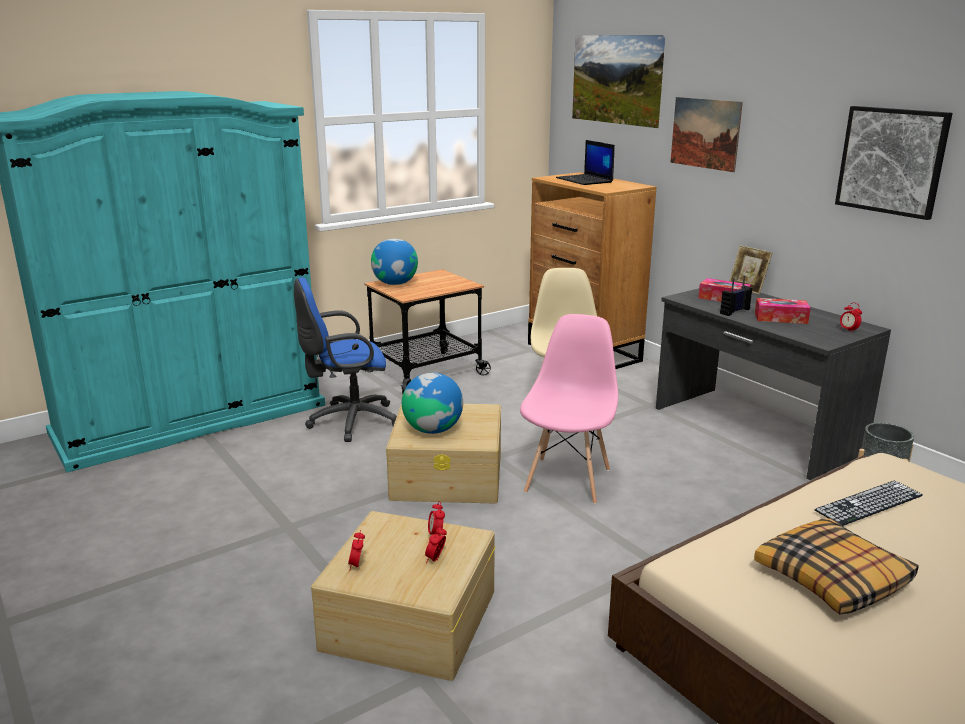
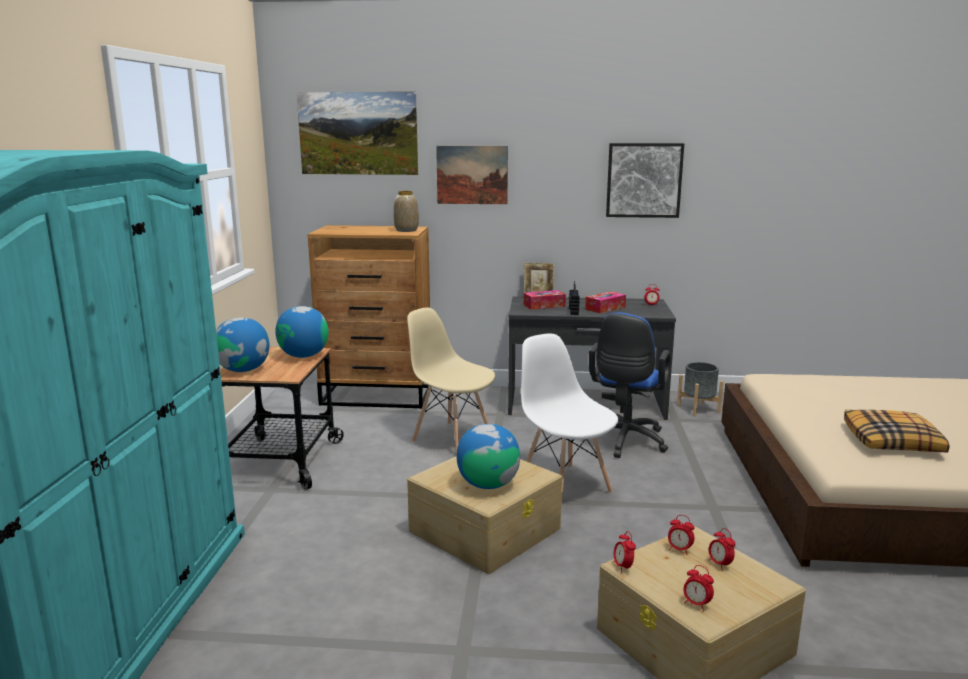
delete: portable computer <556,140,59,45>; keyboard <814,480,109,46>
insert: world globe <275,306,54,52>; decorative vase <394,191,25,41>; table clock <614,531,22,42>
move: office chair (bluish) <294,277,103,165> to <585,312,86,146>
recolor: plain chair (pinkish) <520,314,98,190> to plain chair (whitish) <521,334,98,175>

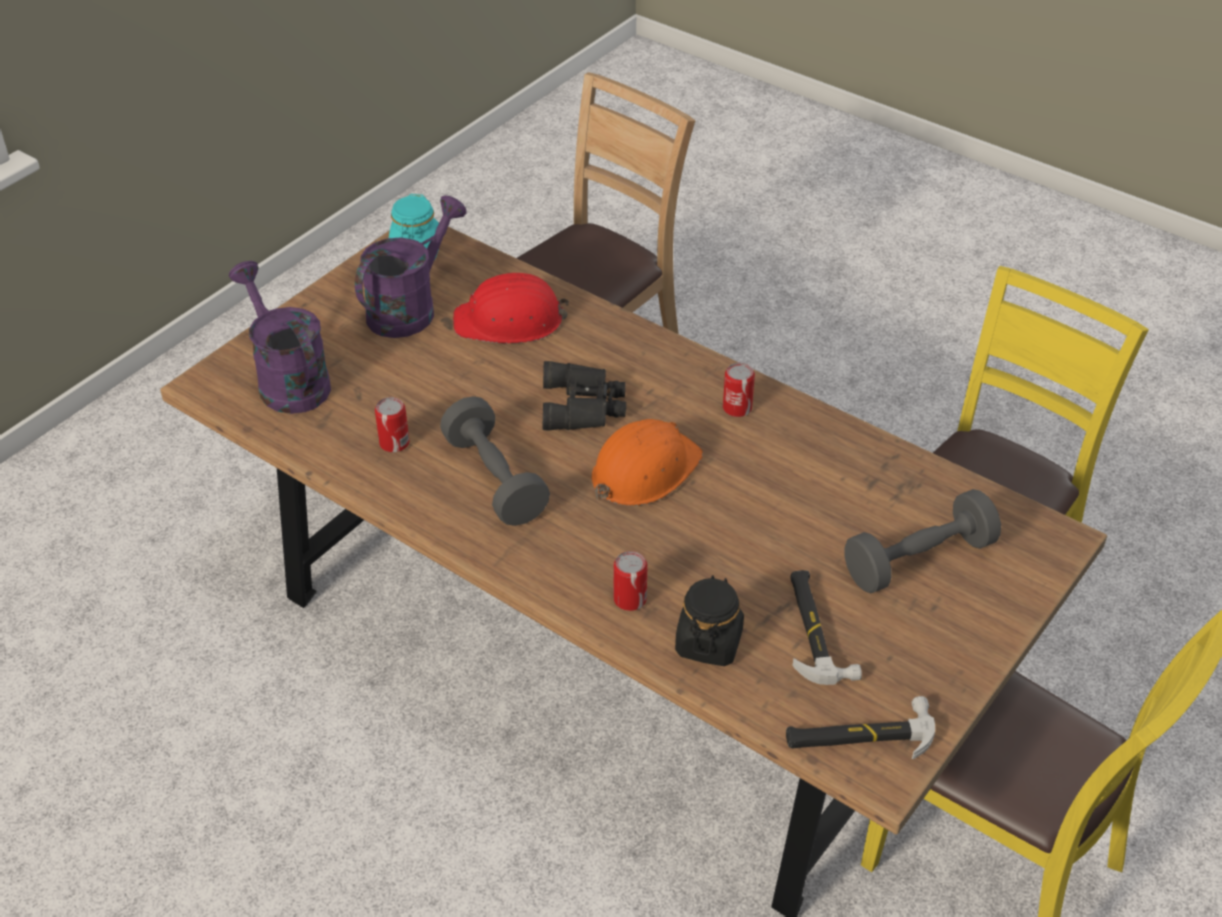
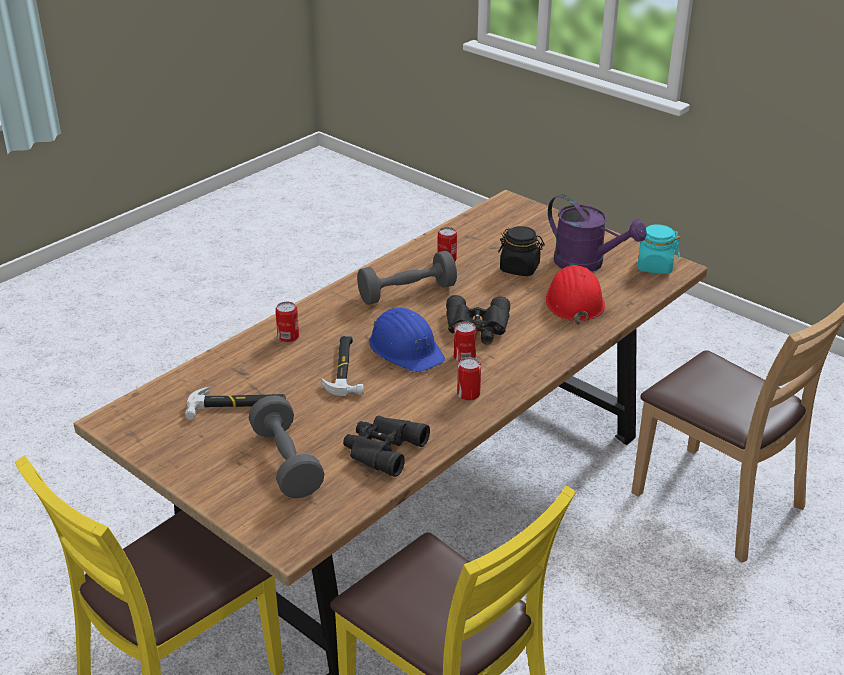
delete: sprinkling can (purple) <229,261,102,153>
insert: binoculars (black-coloured) <343,415,87,62>; sealed can <454,321,23,41>
move: hammer <786,696,149,63> to <322,336,42,60>; preserve jar (black-coloured) <675,575,69,91> to <498,226,47,50>
recolor: work helmet (orange-coloured) <591,419,112,87> to work helmet (bluish) <369,308,76,64>

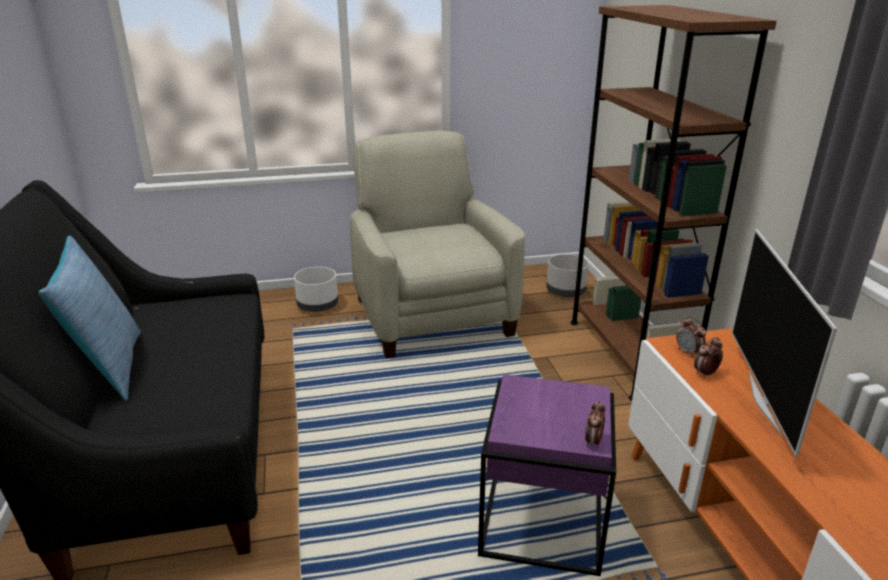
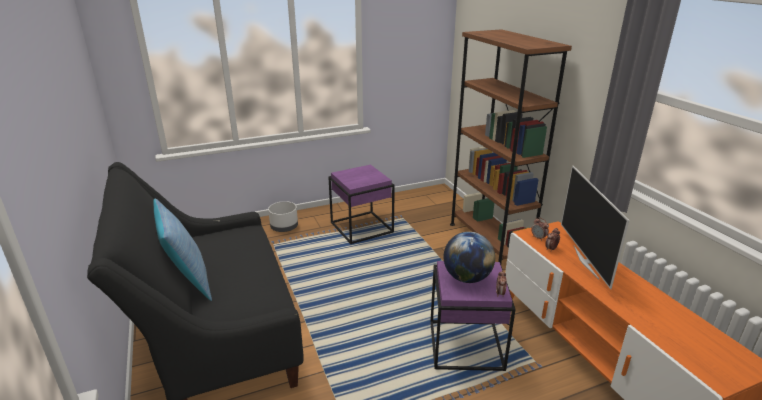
delete: plant pot (gray) <546,254,43,43>
insert: world globe <443,232,52,51>
replace: easy chair (beige) <350,131,175,227> to end table (purple) <328,165,67,79>

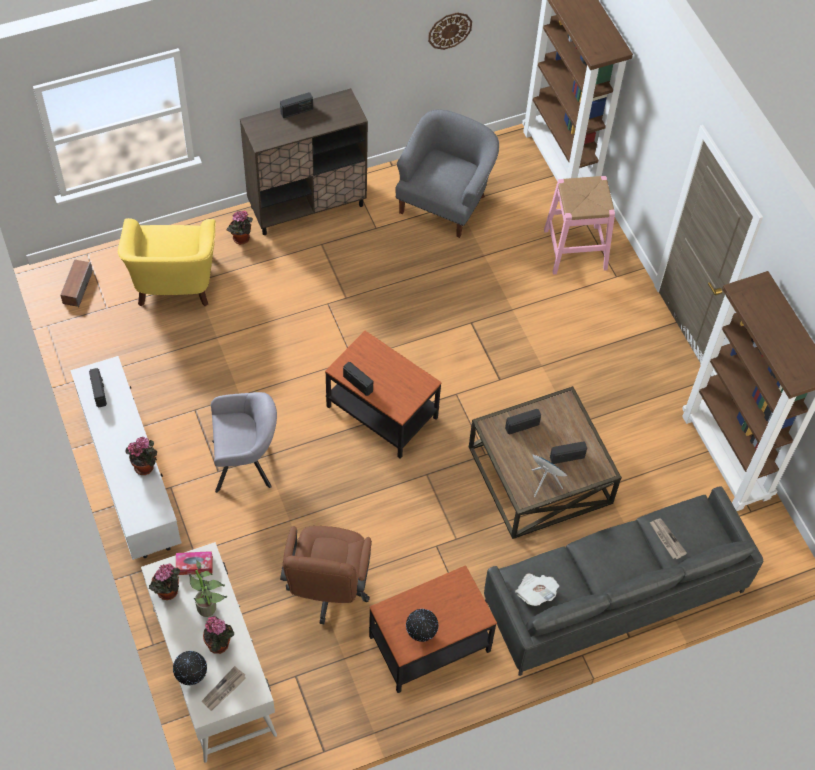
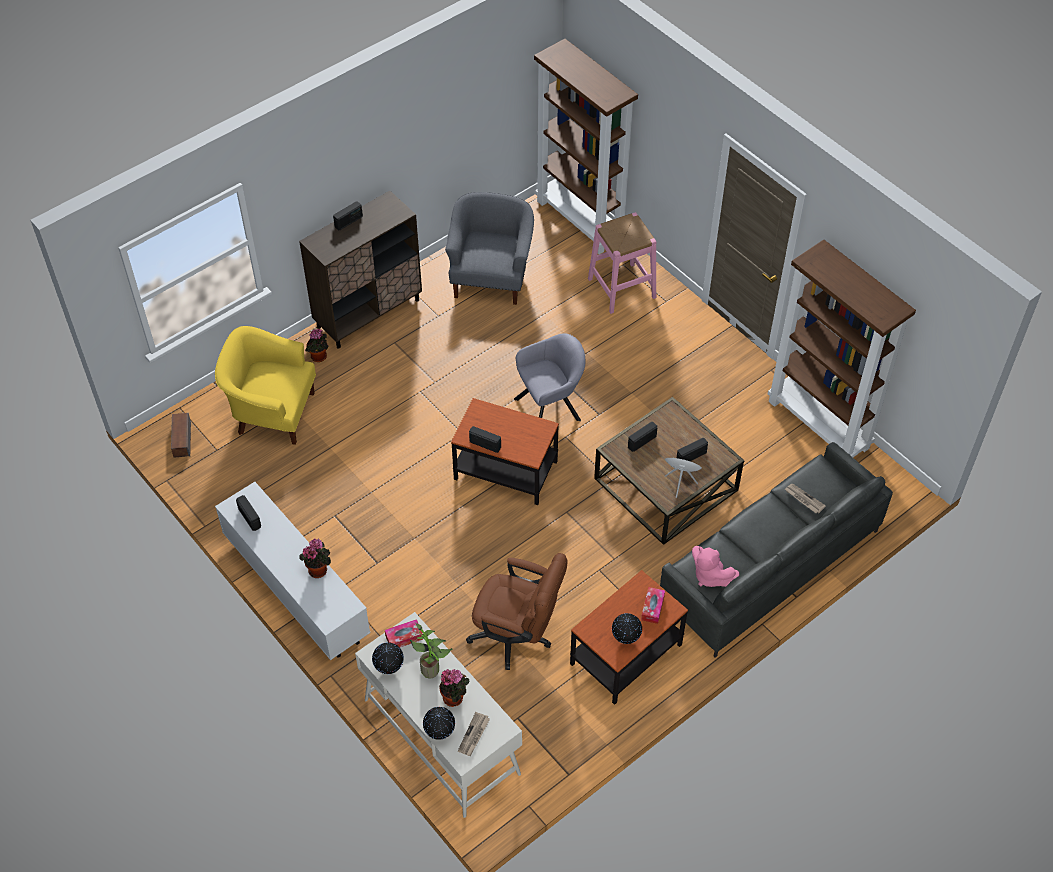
delete: hanging clock <428,12,44,38>
insert: box of tissues <641,587,24,37>
move: easy chair (gray) <211,392,66,101> to <514,333,71,88>
replace: houseplant <149,563,31,37> to world globe <372,642,32,32>; daily paper <515,573,44,33> to soft toy (pinkish) <692,546,48,41>
rotate: easy chair (yellow-coloured) <118,218,98,89> = <215,326,101,119> 120 degrees clockwise; office chair (brown) <280,526,92,98> = <466,553,102,117> 60 degrees counterclockwise

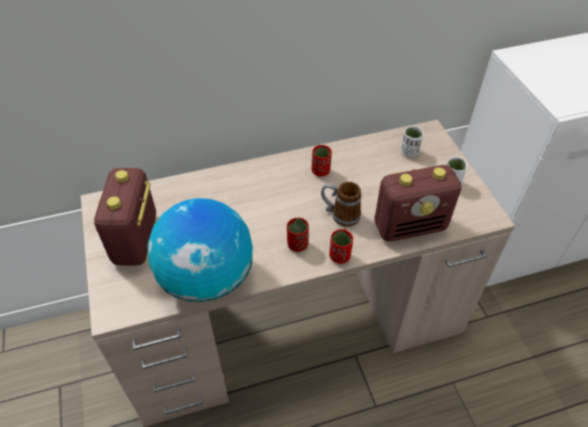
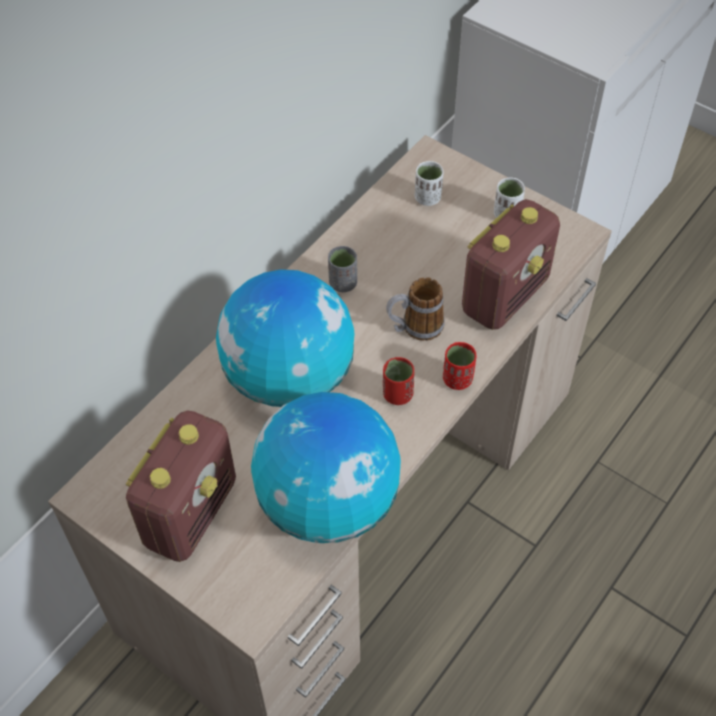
insert: world globe <216,269,139,138>
recolor: drinking cup (red-coloured) <312,145,20,31> to drinking cup (gray) <328,246,29,46>
rotate: radio receiver <94,168,62,98> = <126,410,110,152> 120 degrees counterclockwise

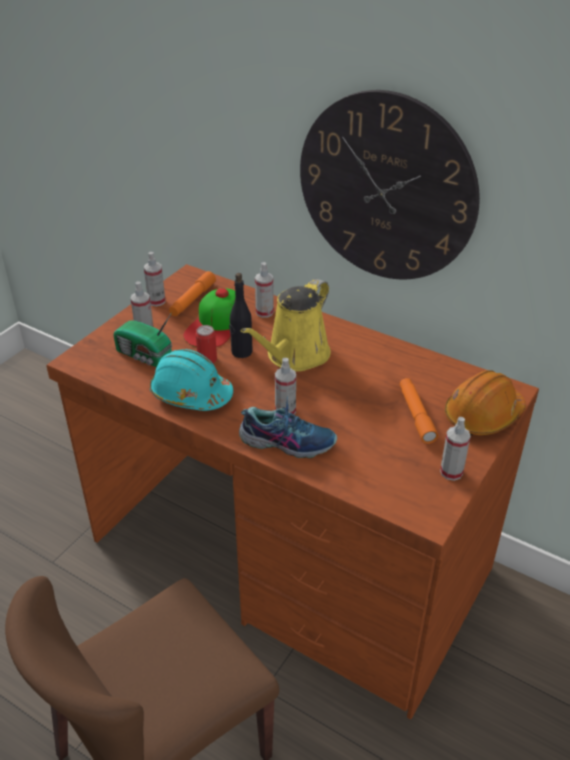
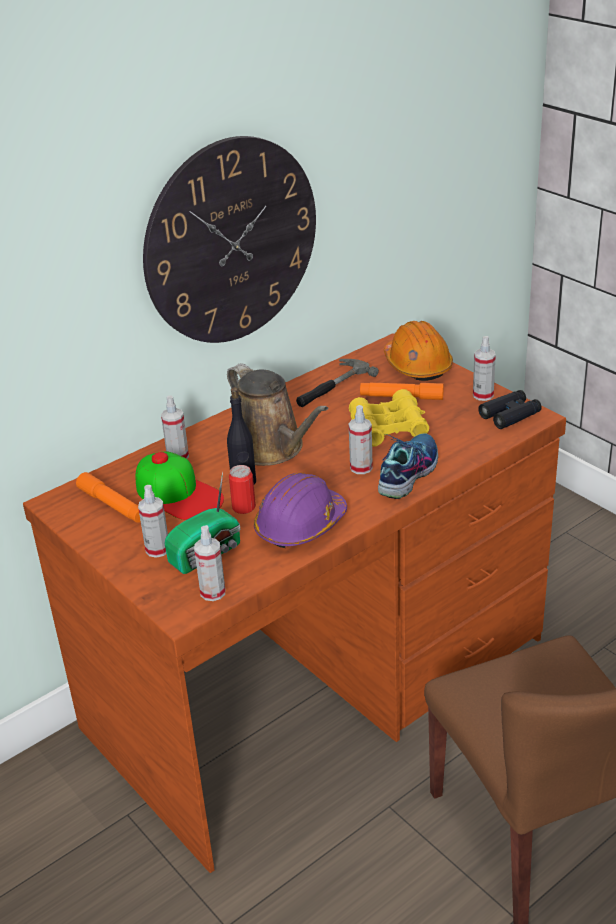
insert: hammer <296,359,83,48>; binoculars (yellow-coloured) <349,389,80,58>; binoculars (black-coloured) <478,390,64,39>
move: spray bottle <144,252,21,54> to <194,525,31,76>
recolor: sprinkling can (yellow-coloured) <241,279,90,93> to sprinkling can (brown) <227,363,102,103>; work helmet (turquoise) <150,349,83,62> to work helmet (purple) <254,472,93,76>

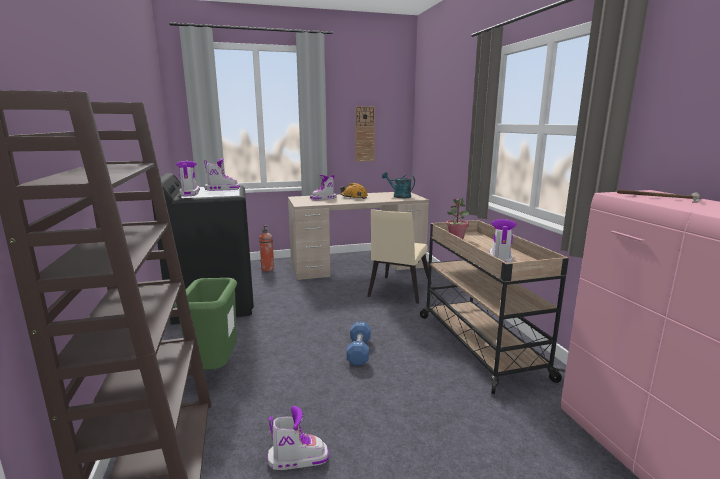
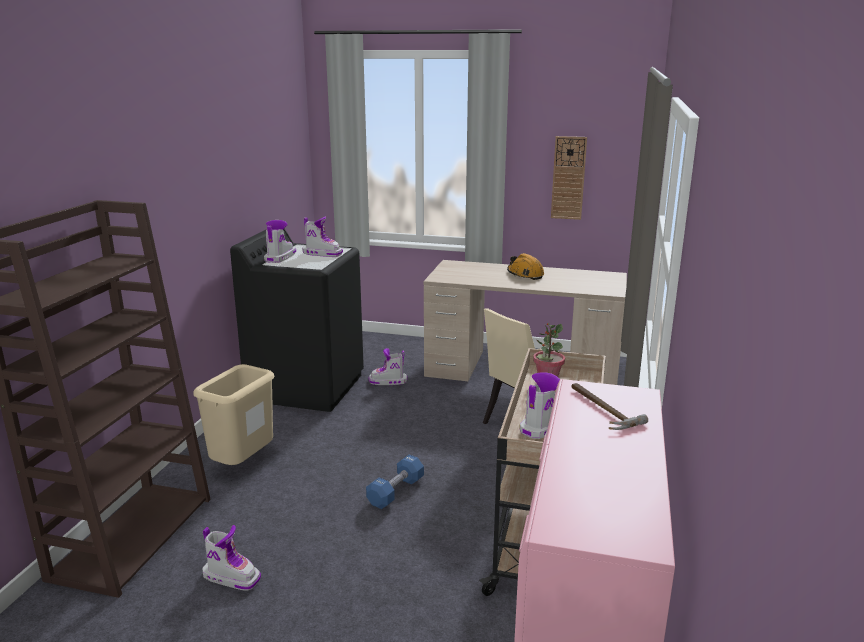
delete: extinguisher <259,225,15,46>; sprinkling can (turquoise) <382,172,33,26>
move: tall boot <310,175,27,25> to <369,348,38,37>
recolor: trash can (green-coloured) <174,278,63,92> to trash can (beige) <193,364,81,101>

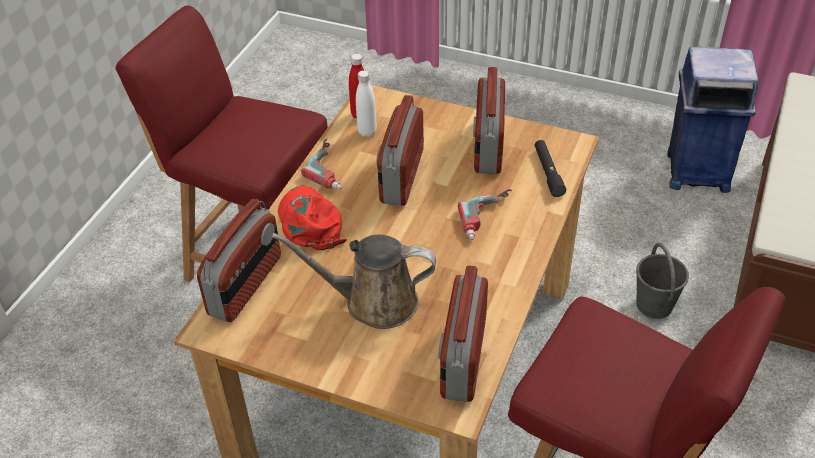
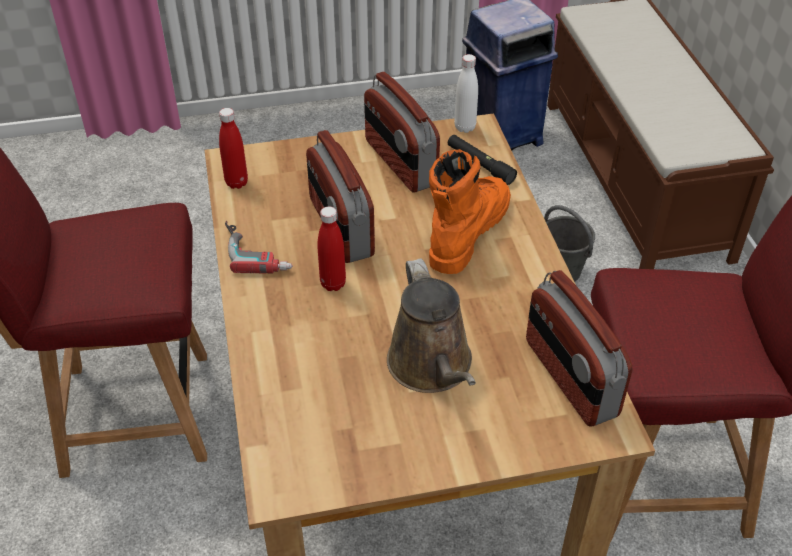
delete: radio receiver <197,199,84,123>; cap (red-coloured) <278,185,69,65>
insert: bottle (red-coloured) <317,207,29,84>
move: bottle (whitish) <356,70,21,67> to <454,54,24,79>
replace: drill <458,189,54,51> to tall boot (orange-coloured) <429,149,82,125>
rotate: sprinkling can (brown) <272,233,164,96> = <387,258,89,135> 75 degrees counterclockwise

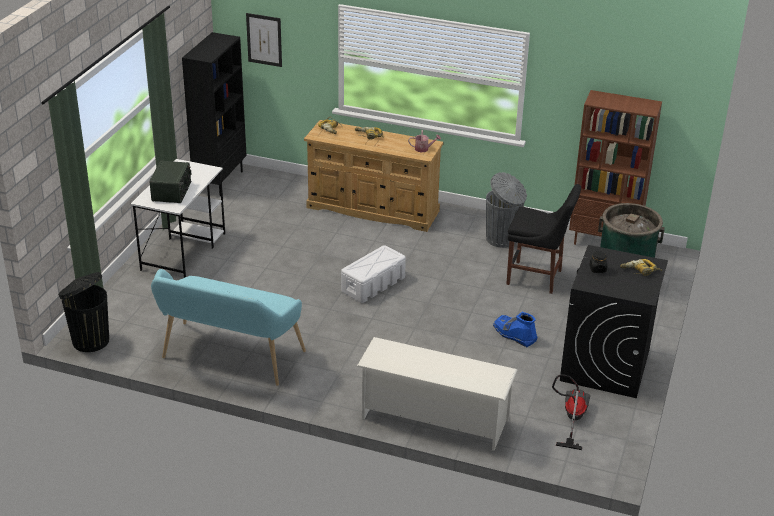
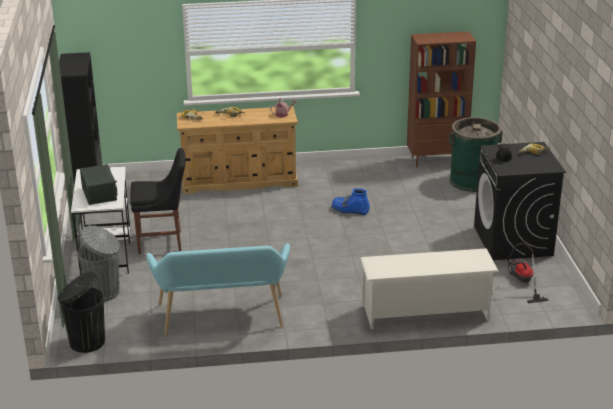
delete: wall picture <246,13,36,54>; storage container (whitish) <341,245,65,58>
move: trash can (gray) <486,172,41,76> to <78,225,42,77>; plain chair (black-coloured) <506,184,75,110> to <130,148,56,106>; tall boot (bluish) <493,312,45,35> to <331,189,39,26>

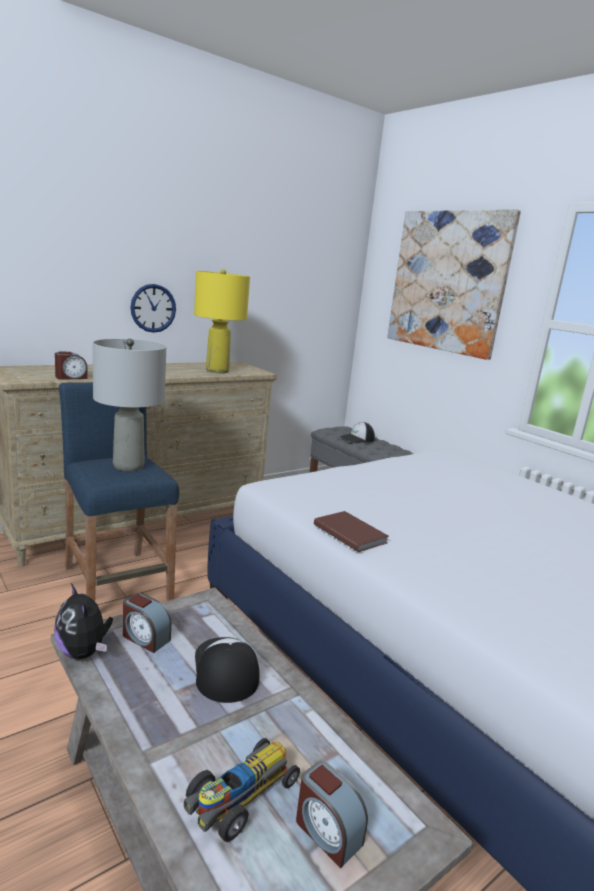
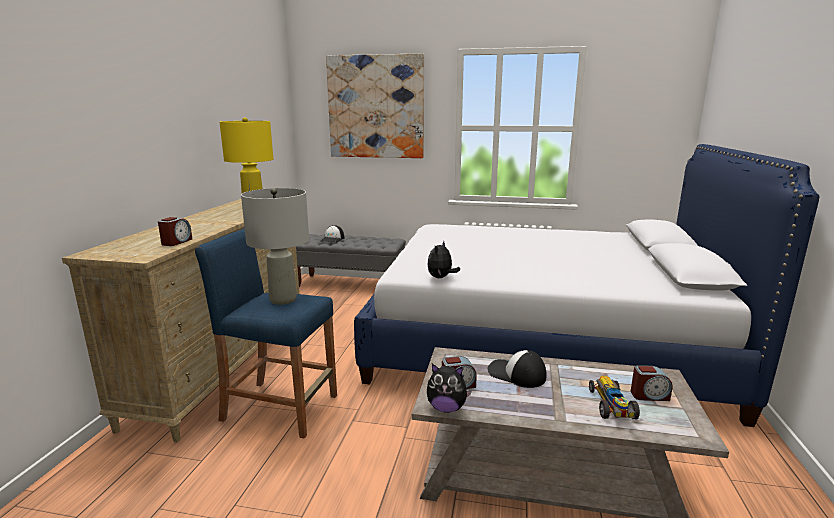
delete: hanging clock <130,284,46,49>; bound book (brown) <314,511,75,41>
insert: soft toy <427,241,33,37>

